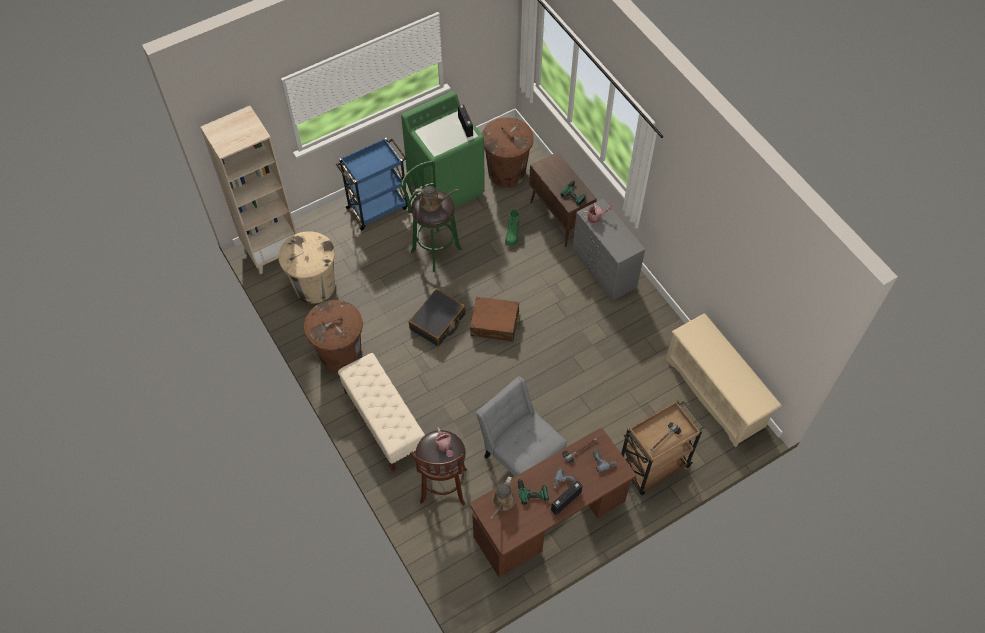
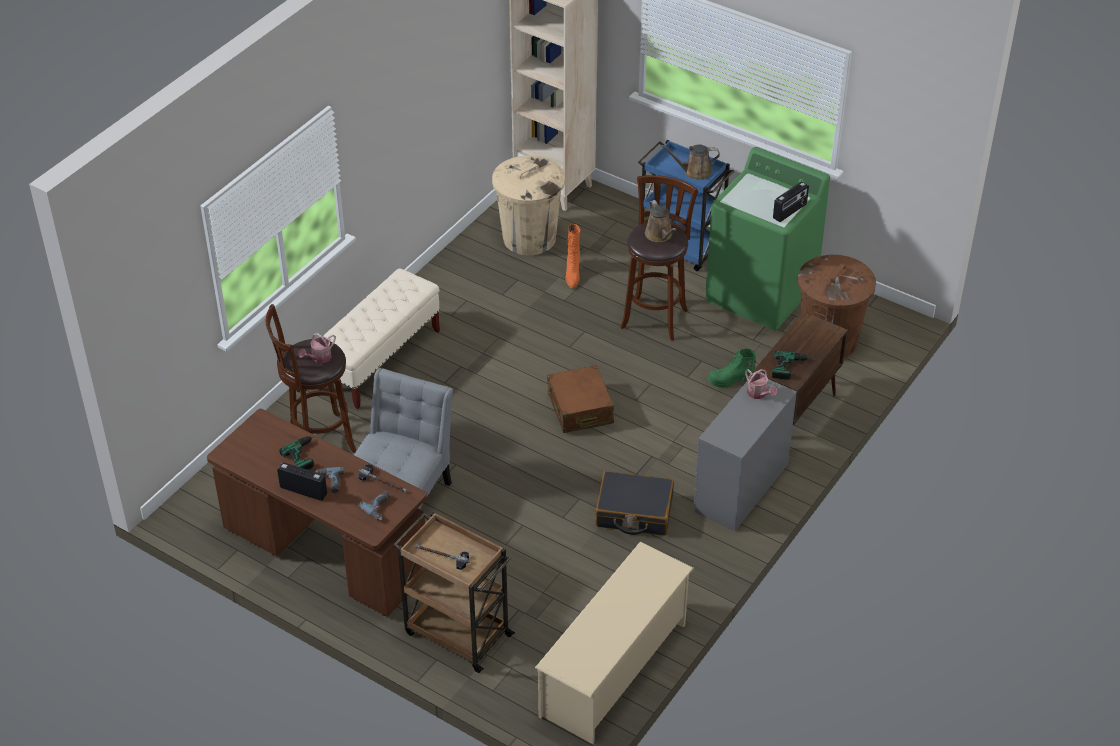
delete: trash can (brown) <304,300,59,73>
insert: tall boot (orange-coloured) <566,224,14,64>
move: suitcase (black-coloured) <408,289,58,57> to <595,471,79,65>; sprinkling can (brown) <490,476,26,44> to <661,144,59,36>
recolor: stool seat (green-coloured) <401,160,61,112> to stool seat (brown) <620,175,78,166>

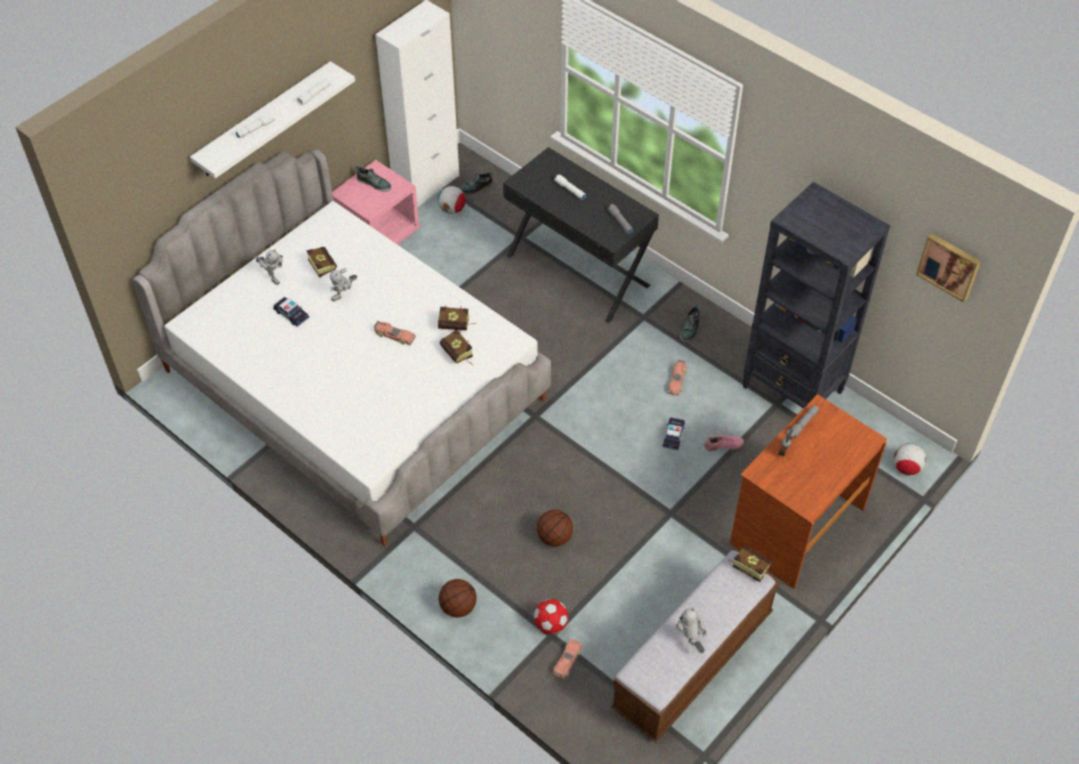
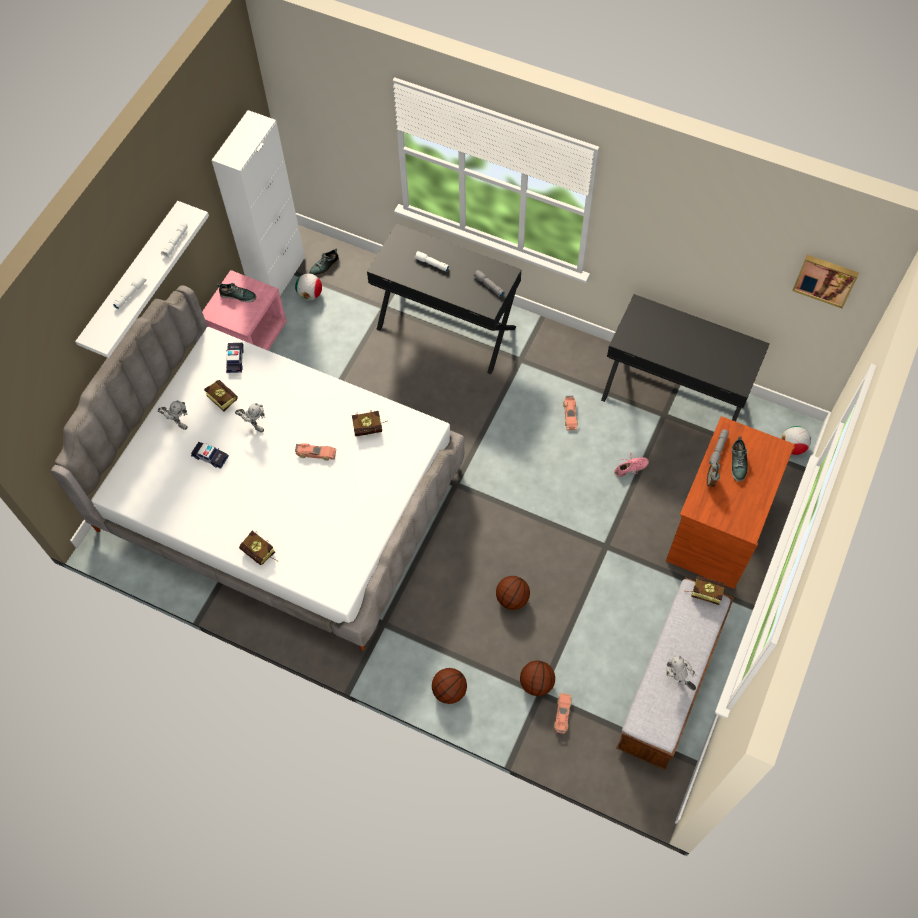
move: toy car <662,417,23,33> to <226,343,18,30>; bound book <440,329,33,36> to <239,531,38,34>; item of footwear <680,305,20,38> to <732,436,16,46>
replace: football <534,599,34,35> to ball for basketball <520,661,35,35>; shelving unit (black-coloured) <743,182,147,226> to desk unit (black-coloured) <601,294,169,128>
rotate: robot figure <330,268,27,33> = <235,403,30,29> 90 degrees counterclockwise

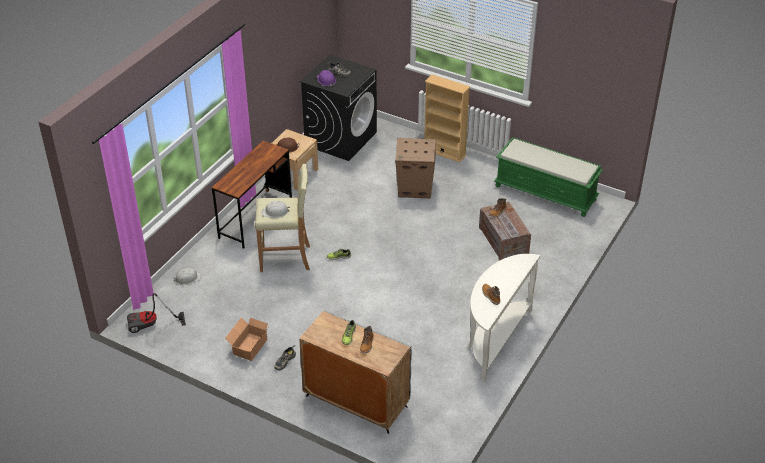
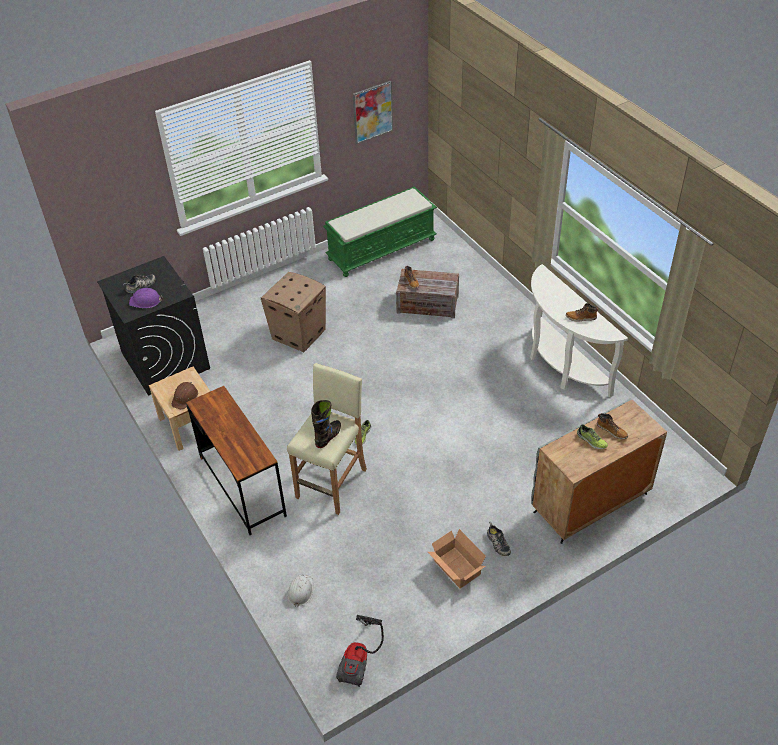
delete: shelving unit (beige) <424,74,46,88>
insert: wall picture <353,81,40,63>
replace: work helmet (whitish) <262,201,28,17> to tall boot (black-coloured) <311,400,30,48>

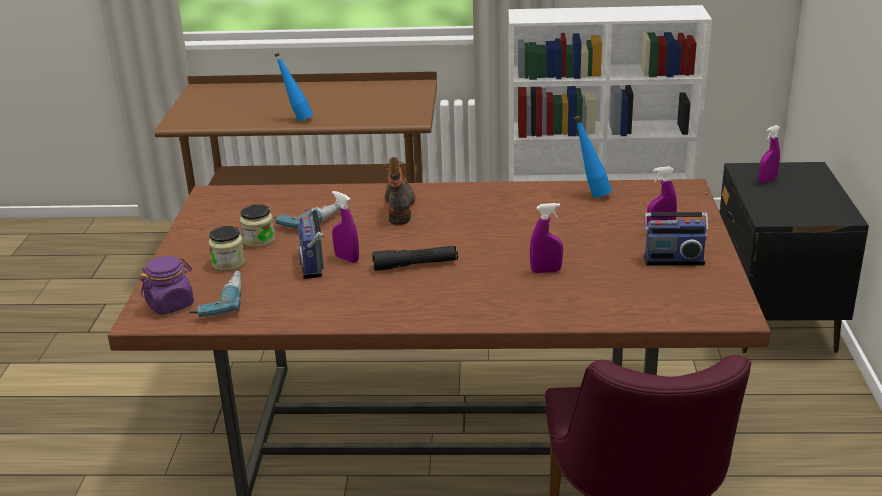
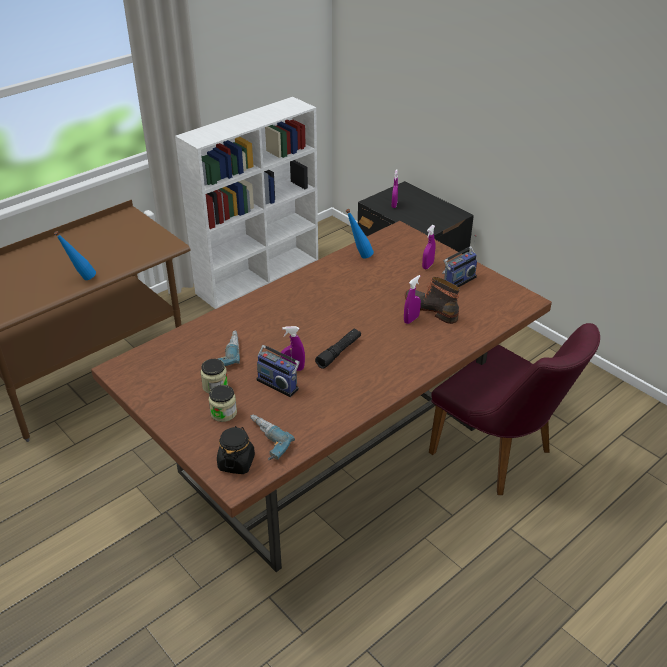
move: tall boot <385,157,30,68> to <405,277,55,47>
recolor: preserve jar (purple) <140,256,54,59> to preserve jar (black-coloured) <217,426,38,48>

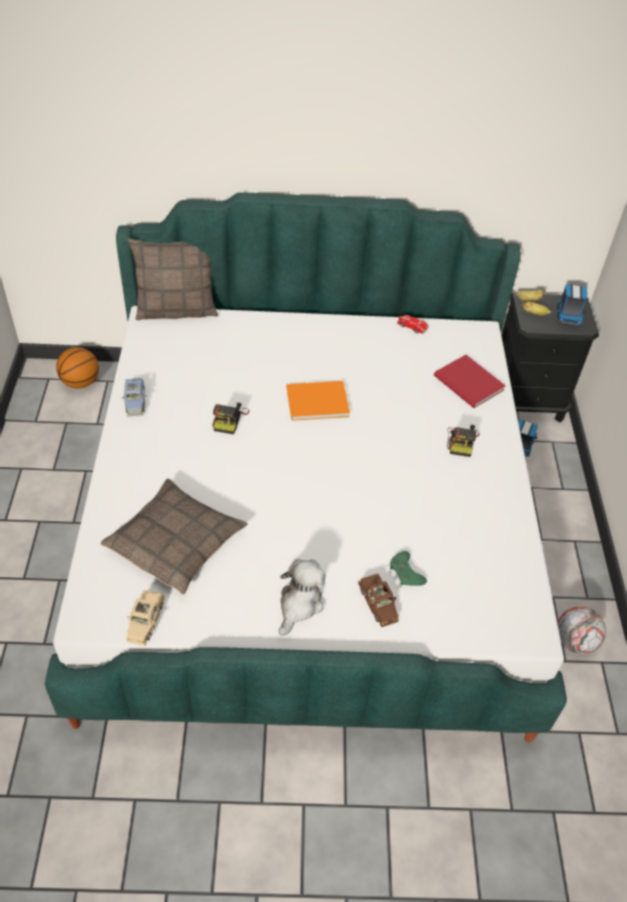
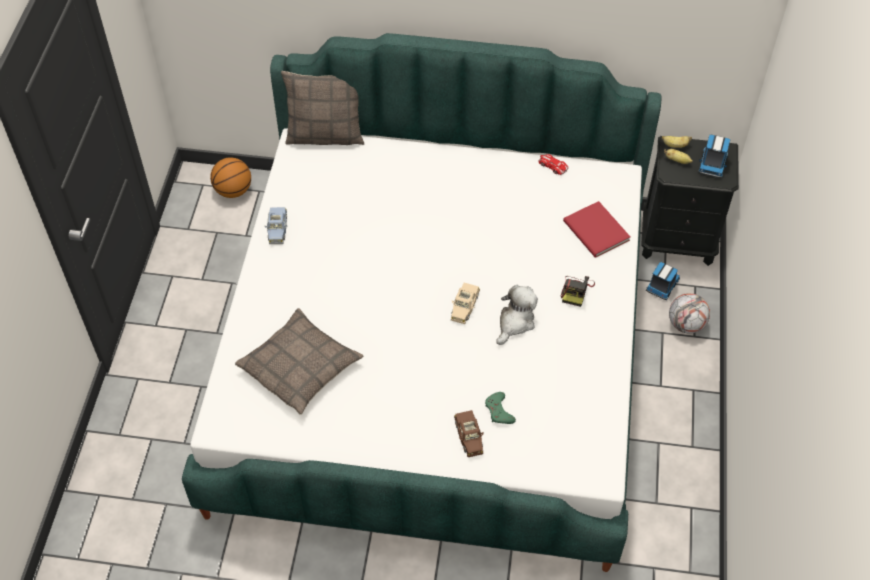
delete: photo camera <212,403,37,31>; bound book (orange-coloured) <287,381,63,40>
move: toy car (beige) <127,590,38,56> to <451,283,29,41>; soft toy <279,559,47,77> to <496,285,42,60>; football <557,606,49,48> to <669,293,41,41>

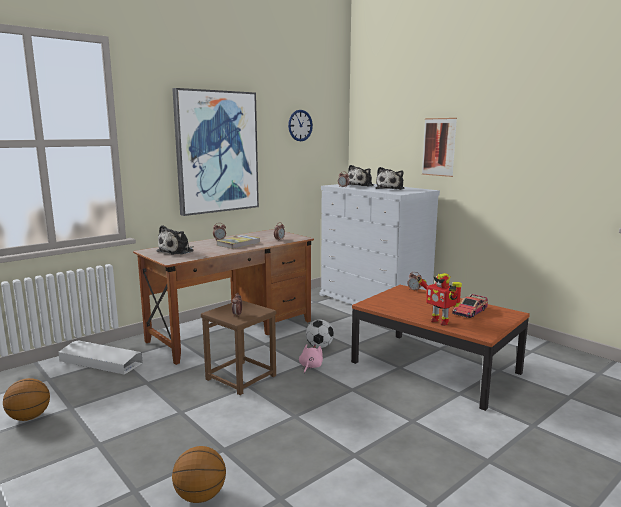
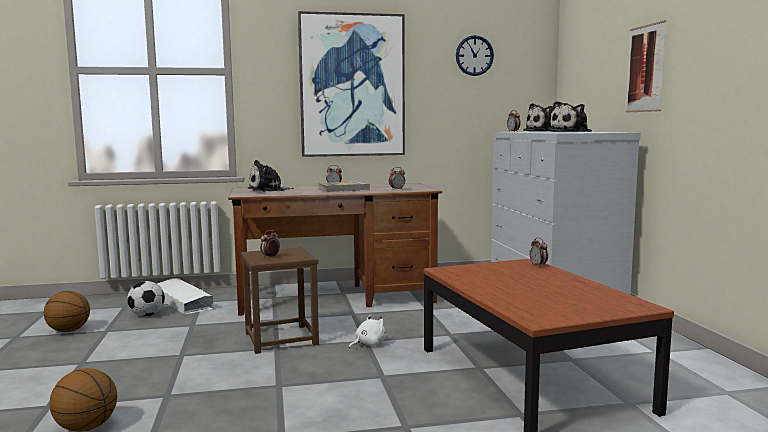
delete: robot figure <416,273,46,53>; toy car <452,294,36,24>
move: football <306,319,28,29> to <127,281,38,35>
recolor: soft toy (pinkish) <299,344,24,29> to soft toy (whitish) <349,315,37,33>

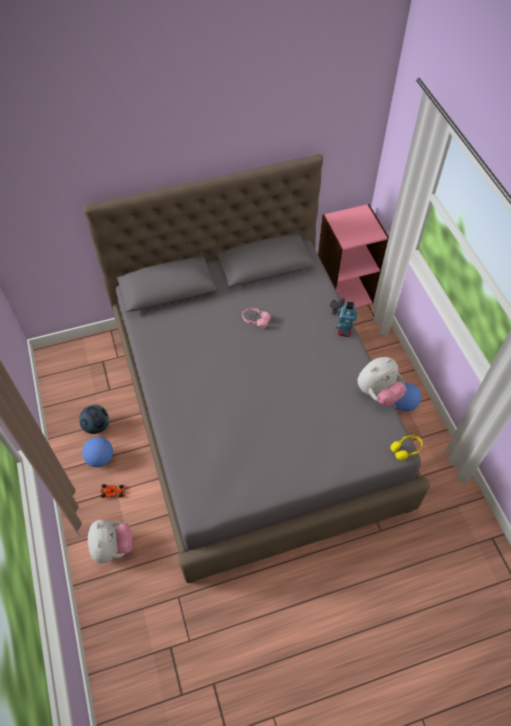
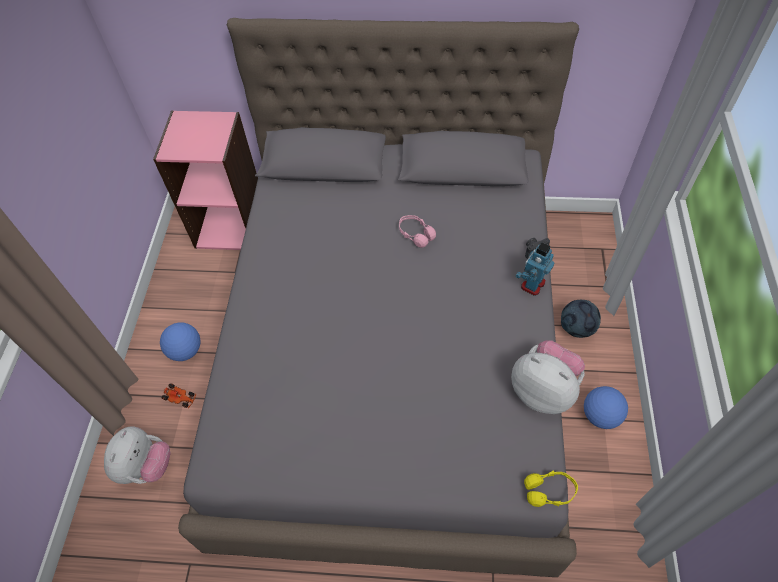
move: shelving unit (pinkish) <318,204,71,104> to <153,110,105,140>; football <79,405,30,29> to <561,300,40,38>
rotate: soft toy <358,357,49,49> = <511,340,74,74> 135 degrees counterclockwise

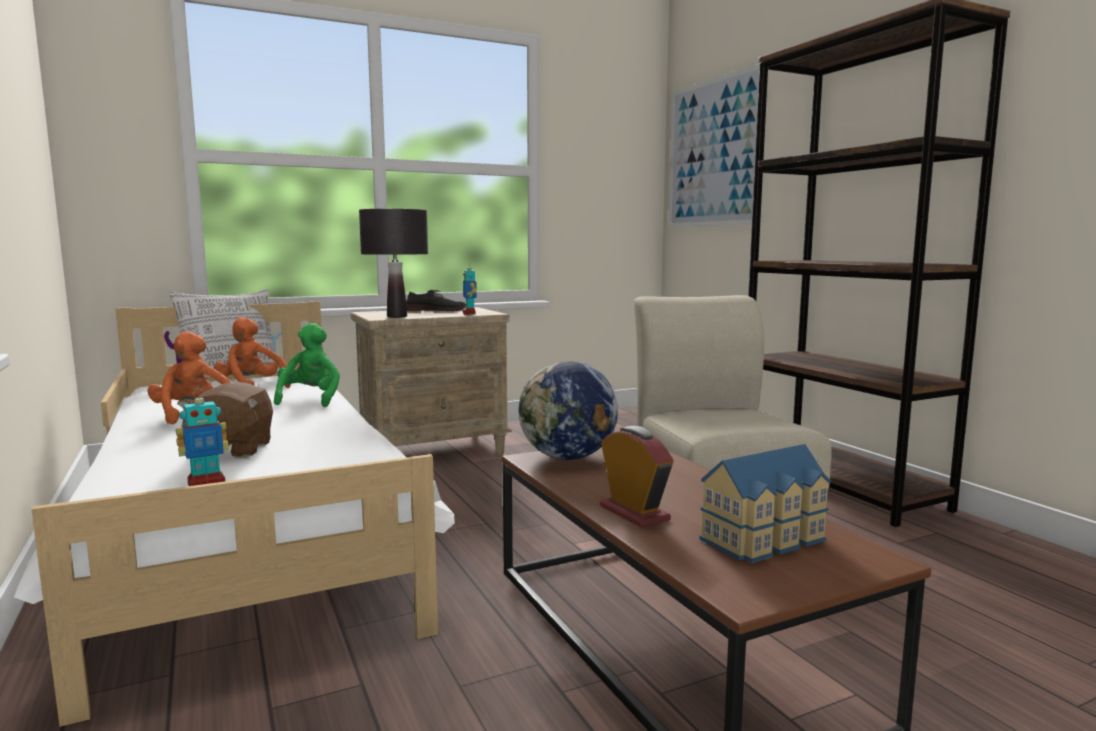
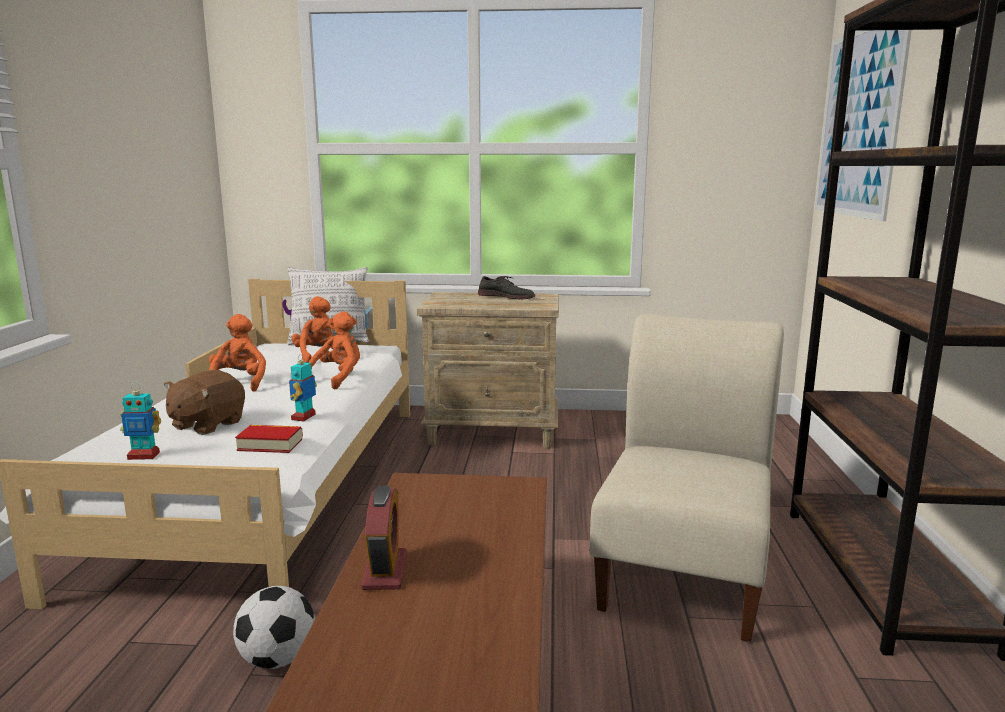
delete: lamp for a table (black-coloured) <359,209,69,109>; world globe <518,361,100,99>; model house <699,444,132,119>
insert: football <233,586,82,83>; bound book <235,425,68,28>
move: robot figure <463,262,14,52> to <289,354,28,67>
recolor: soft toy (green-coloured) <274,323,66,84> to soft toy (orange-coloured) <309,311,51,78>

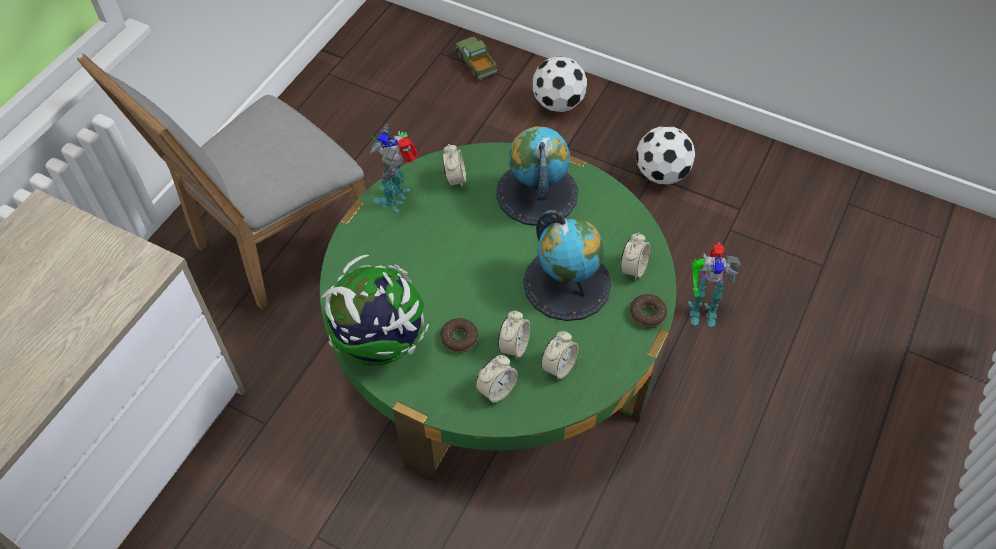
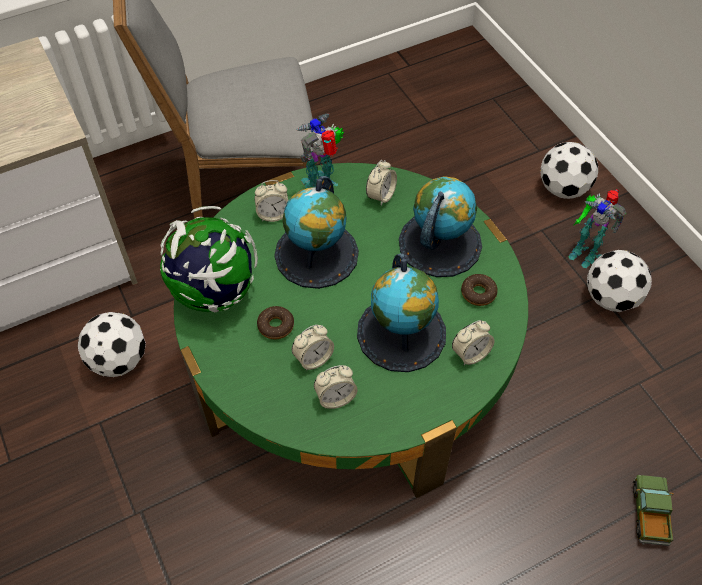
insert: football <78,312,68,65>; world globe <274,176,85,113>
move: table clock <475,355,43,48> to <254,180,34,42>; ring doughnut <630,294,37,34> to <461,274,37,32>; robot figure <688,241,53,86> to <568,189,58,79>; toy truck <456,37,41,43> to <633,475,41,71>

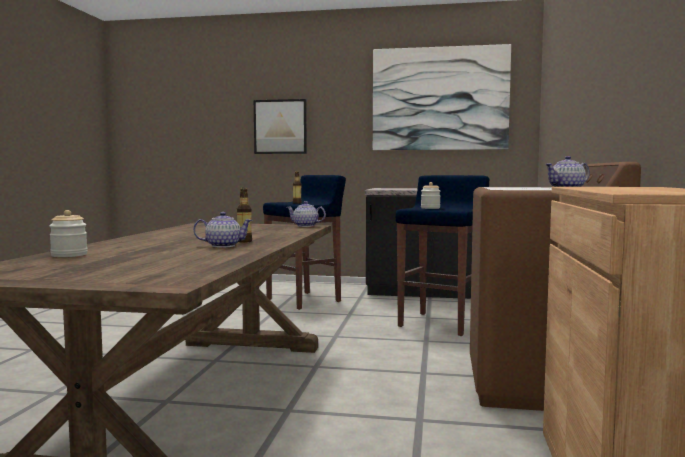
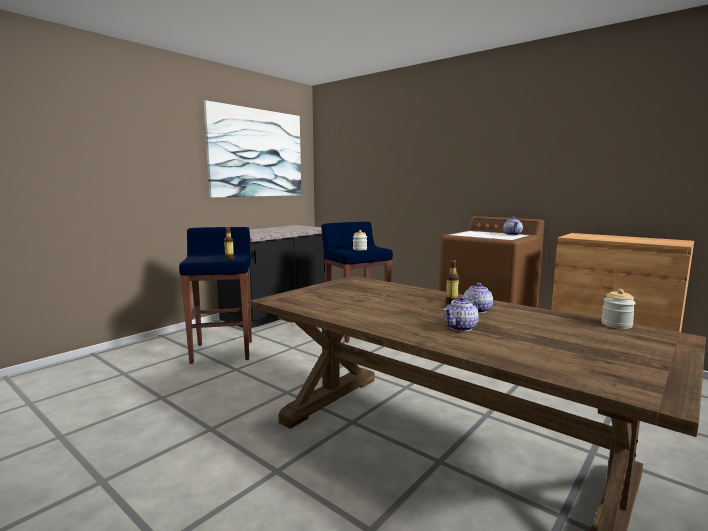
delete: wall picture <254,99,53,55>
move: teapot <287,201,39,26> to <444,296,35,36>; preserve jar <49,210,39,47> to <601,289,35,40>

